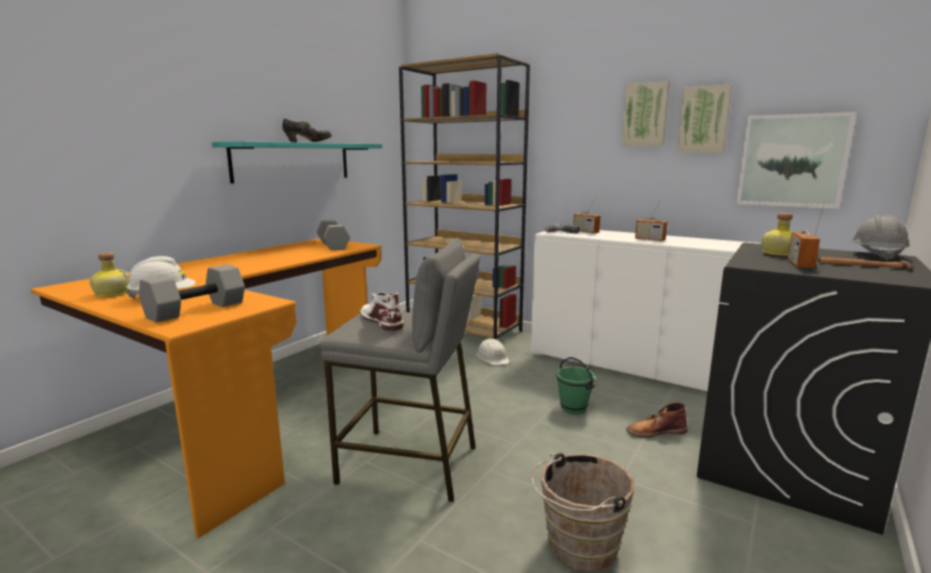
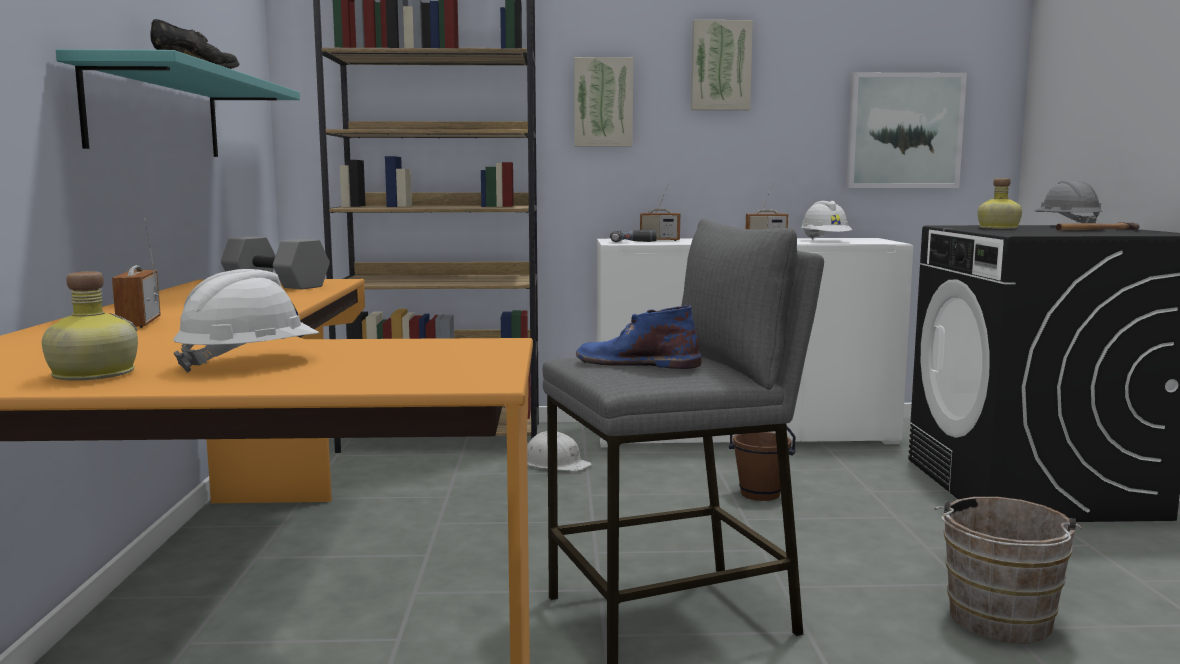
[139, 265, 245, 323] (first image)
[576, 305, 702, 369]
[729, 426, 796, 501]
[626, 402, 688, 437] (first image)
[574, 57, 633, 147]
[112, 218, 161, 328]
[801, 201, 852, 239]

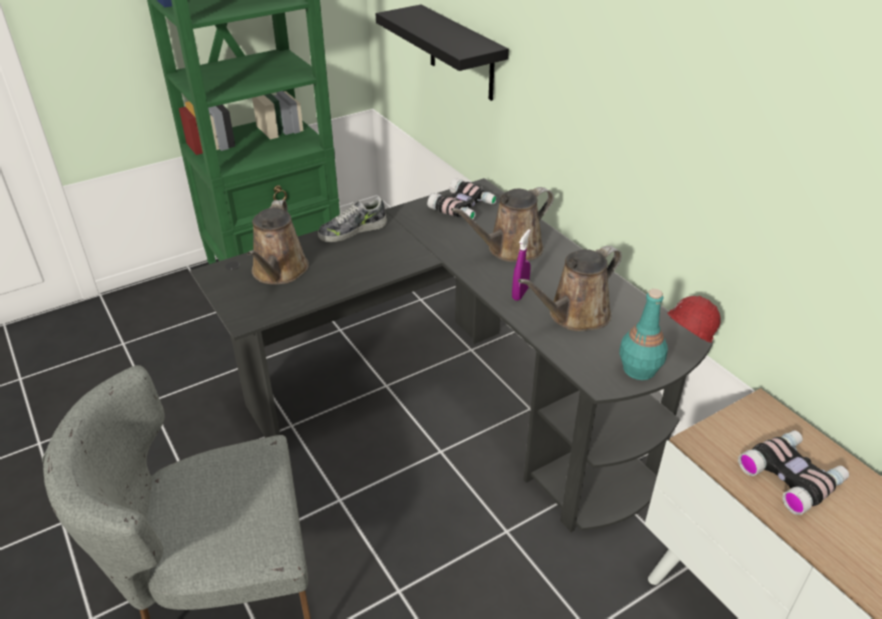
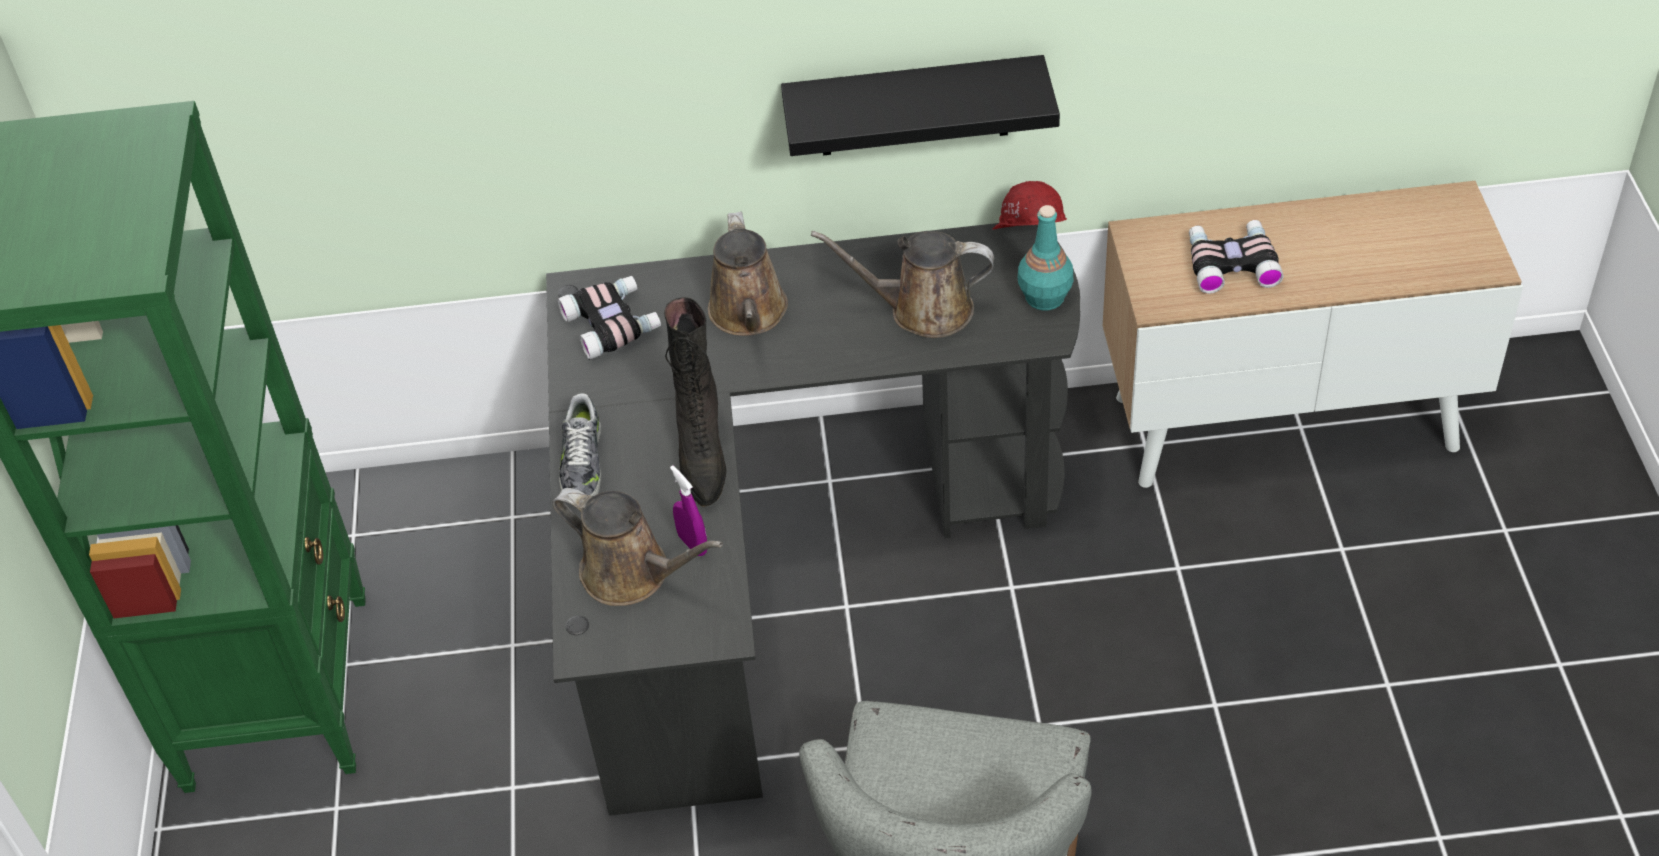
[781, 55, 1060, 156]
[670, 465, 707, 556]
[811, 231, 994, 338]
[664, 297, 727, 507]

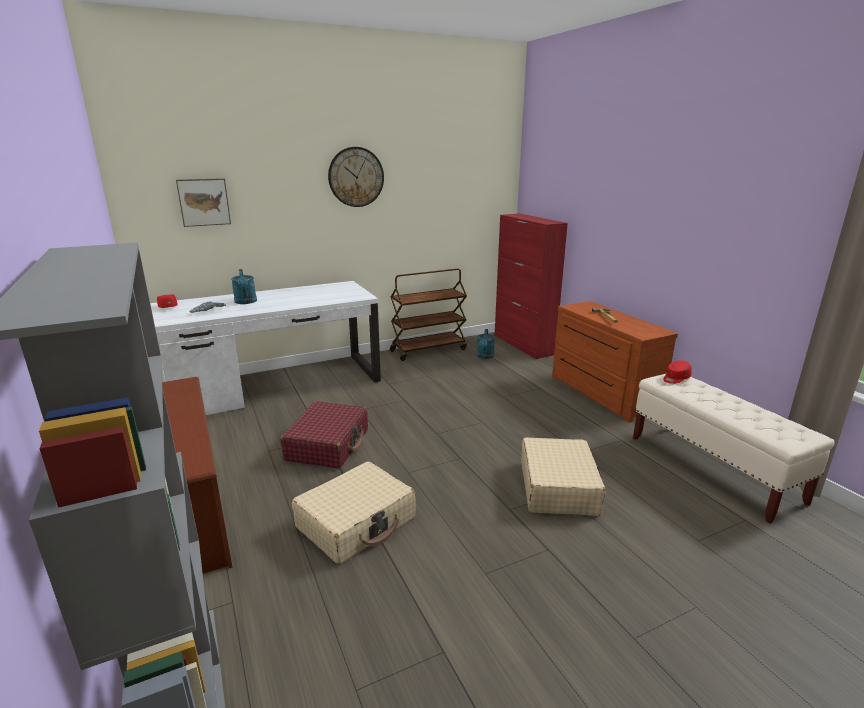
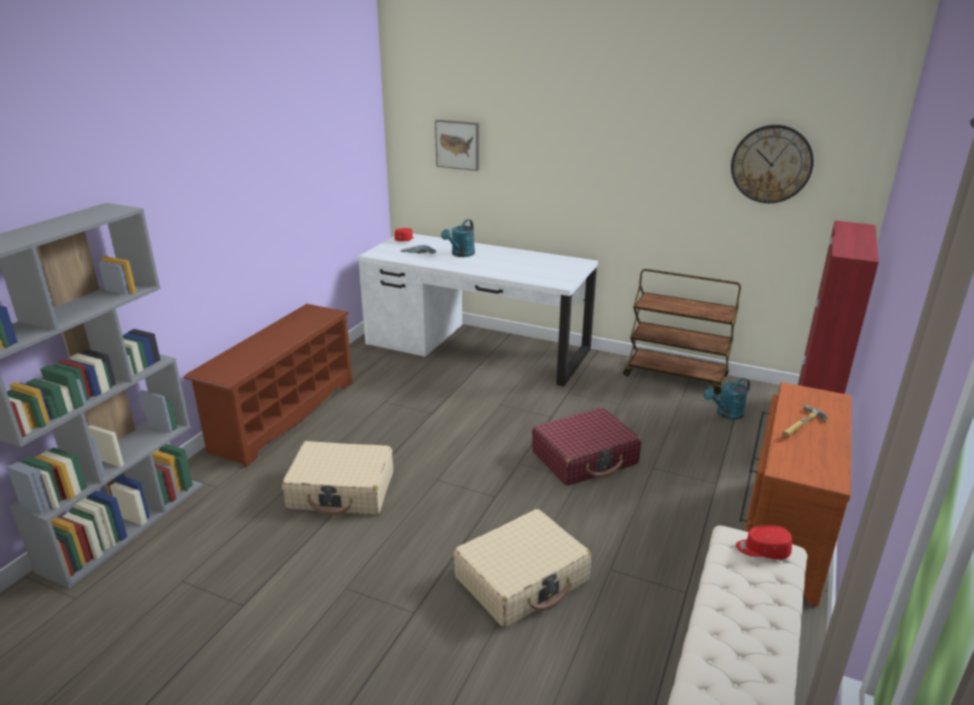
[532, 407, 641, 486]
[731, 125, 814, 203]

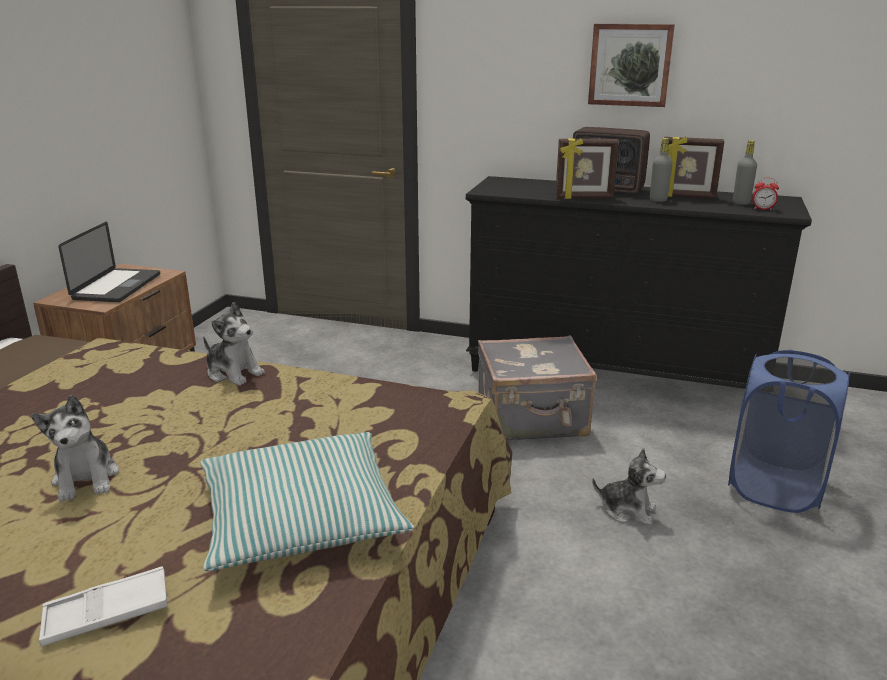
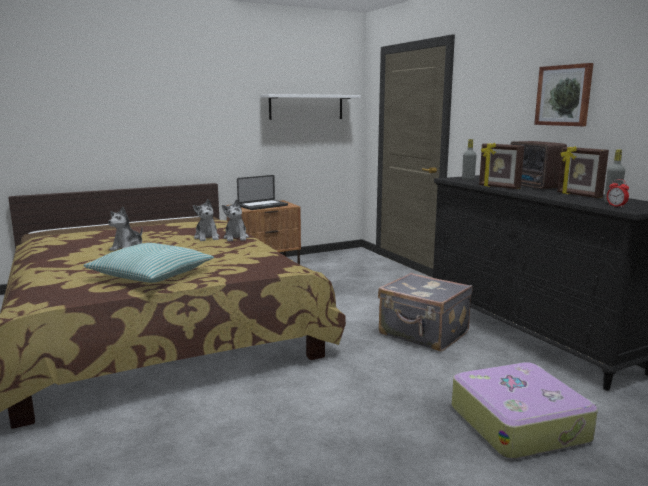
[39, 566, 168, 646] (first image)
[193, 199, 219, 241]
[462, 139, 477, 180]
[452, 362, 598, 459]
[260, 94, 361, 120]

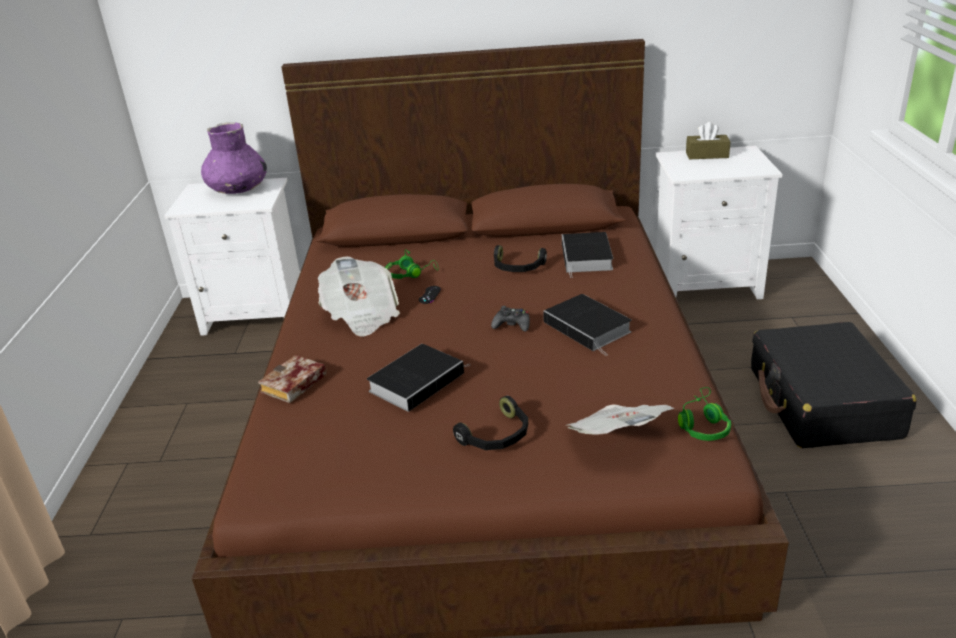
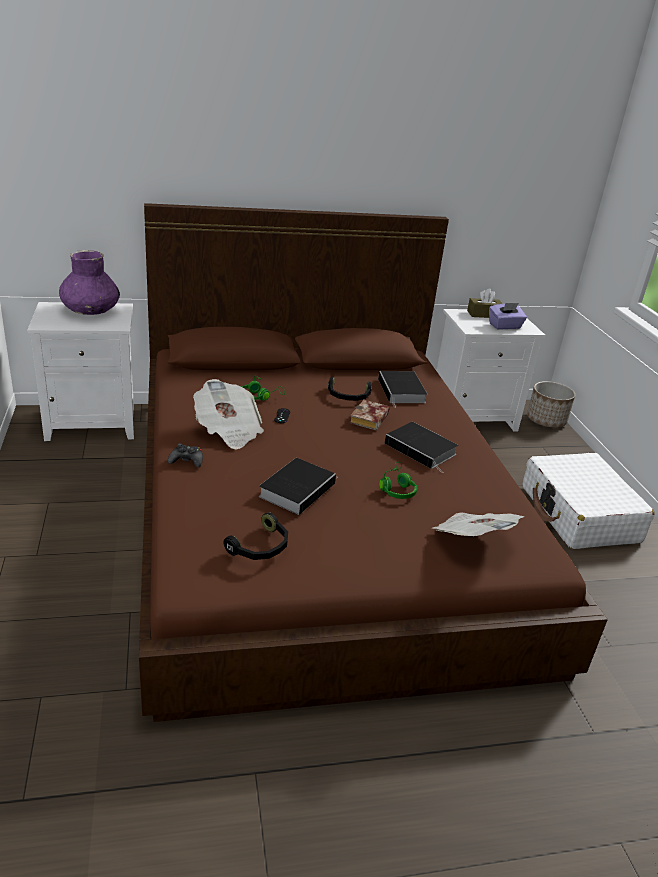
[350, 400, 390, 430]
[224, 512, 288, 560]
[168, 443, 203, 467]
[379, 462, 417, 499]
[522, 453, 655, 549]
[489, 303, 527, 330]
[527, 381, 575, 428]

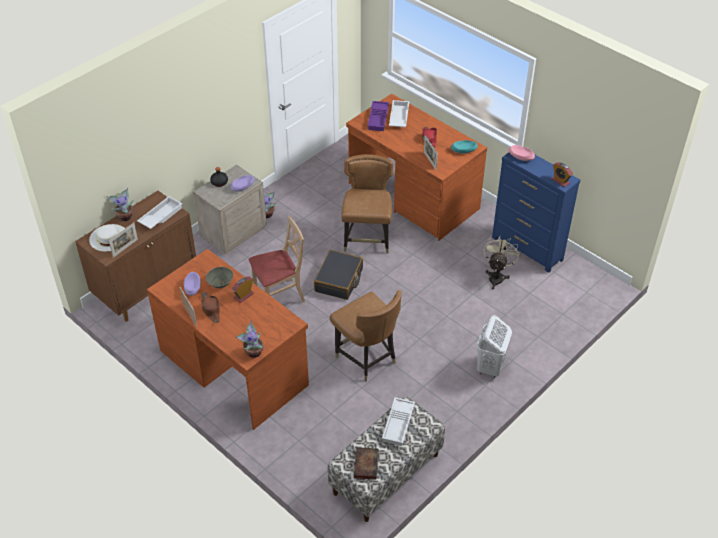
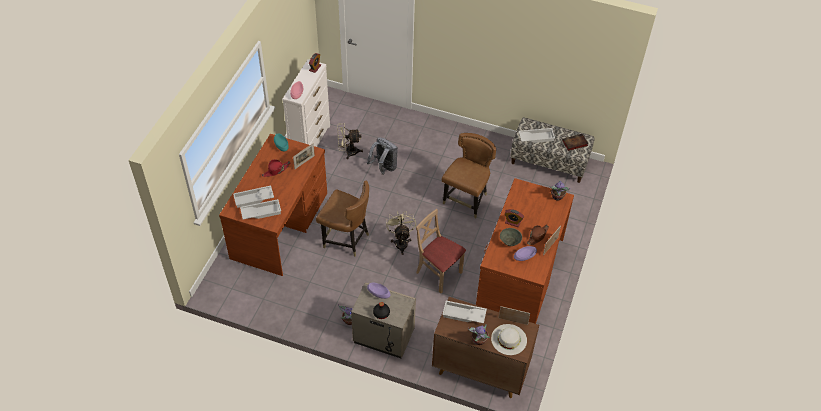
[386, 211, 416, 255]
[316, 181, 369, 256]
[240, 199, 281, 219]
[477, 315, 512, 378] (first image)
[282, 59, 330, 147]
[367, 137, 398, 175]

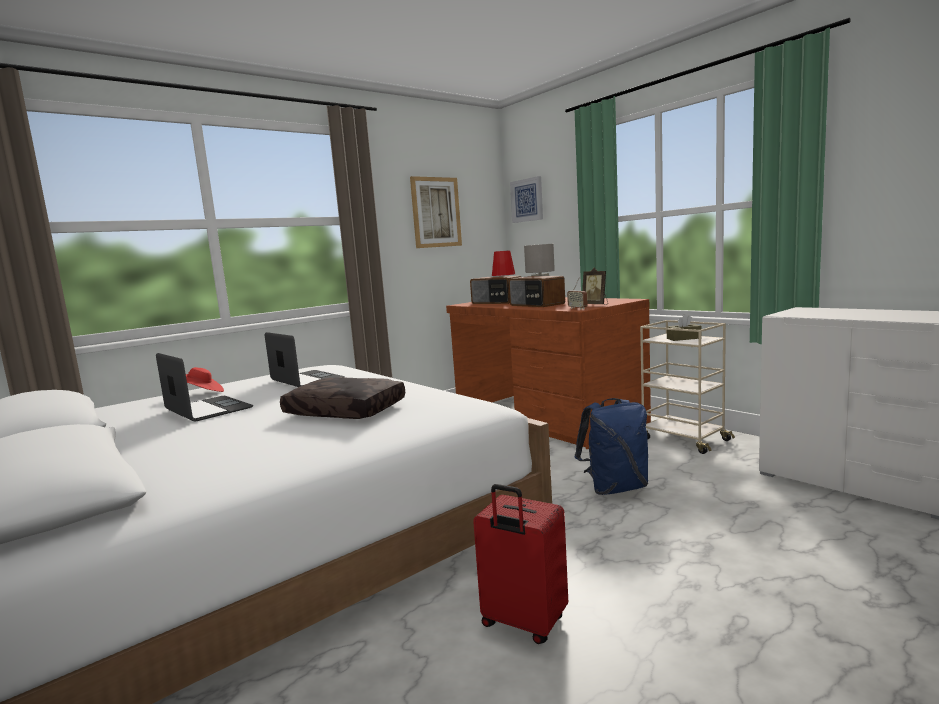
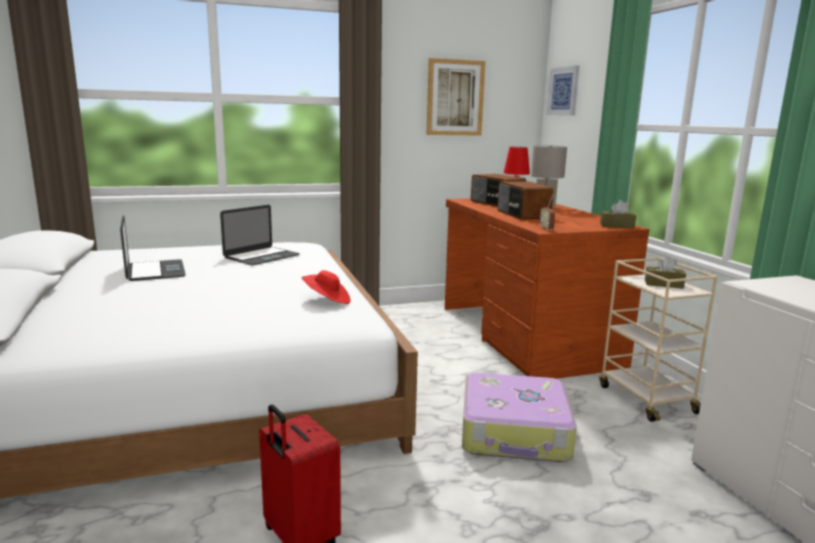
[302, 270, 351, 304]
[220, 205, 300, 265]
[280, 377, 405, 419] (first image)
[462, 373, 577, 462]
[582, 268, 608, 304] (first image)
[600, 200, 636, 229]

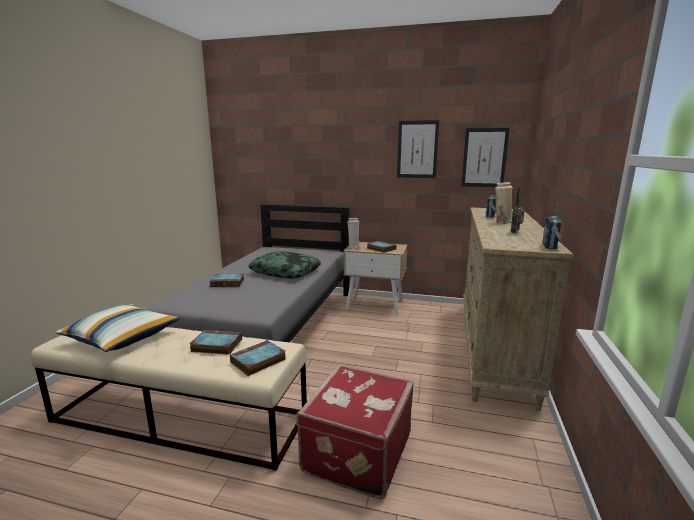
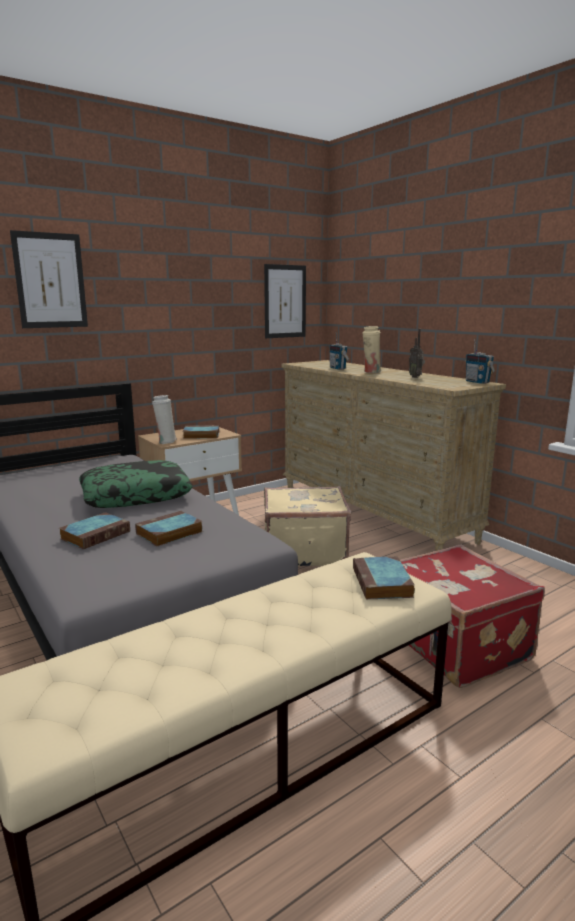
[55, 304, 181, 352] (first image)
[135, 511, 203, 547]
[10, 230, 88, 328]
[264, 486, 351, 566]

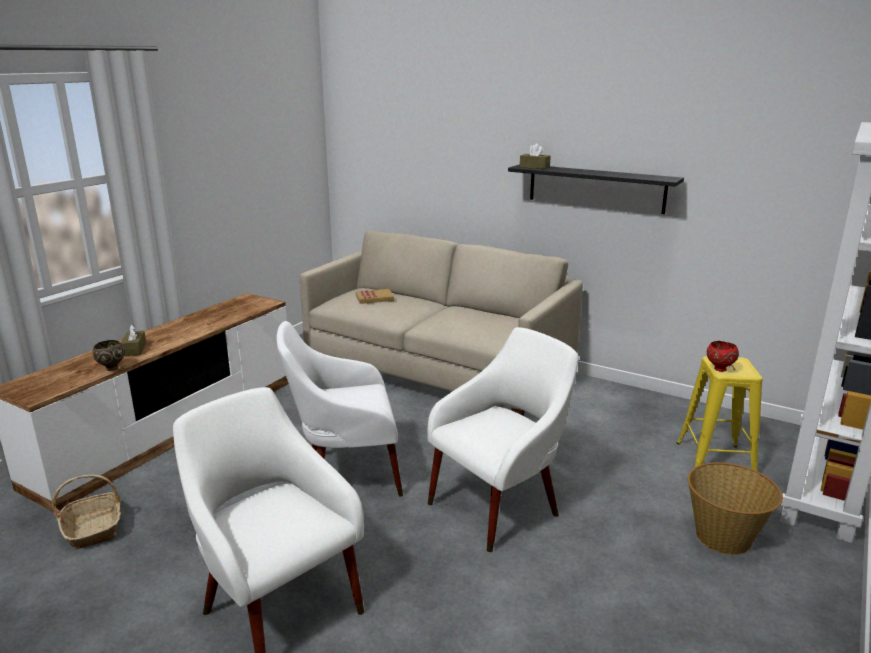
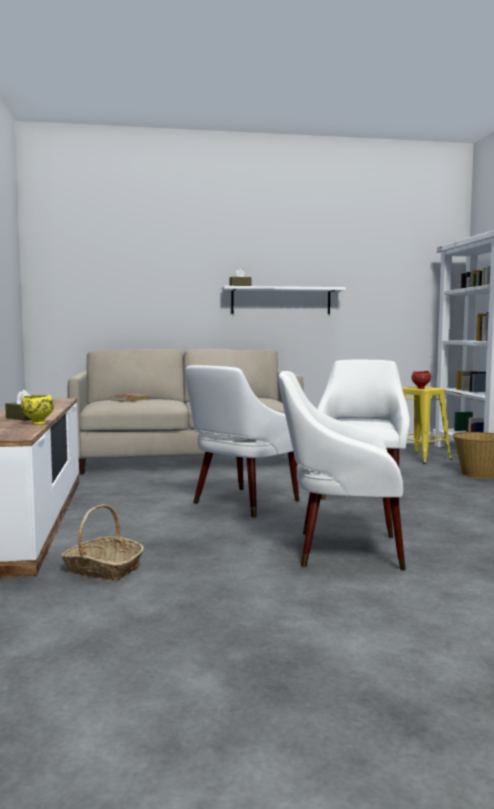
[21, 395, 54, 425]
[222, 286, 346, 314]

